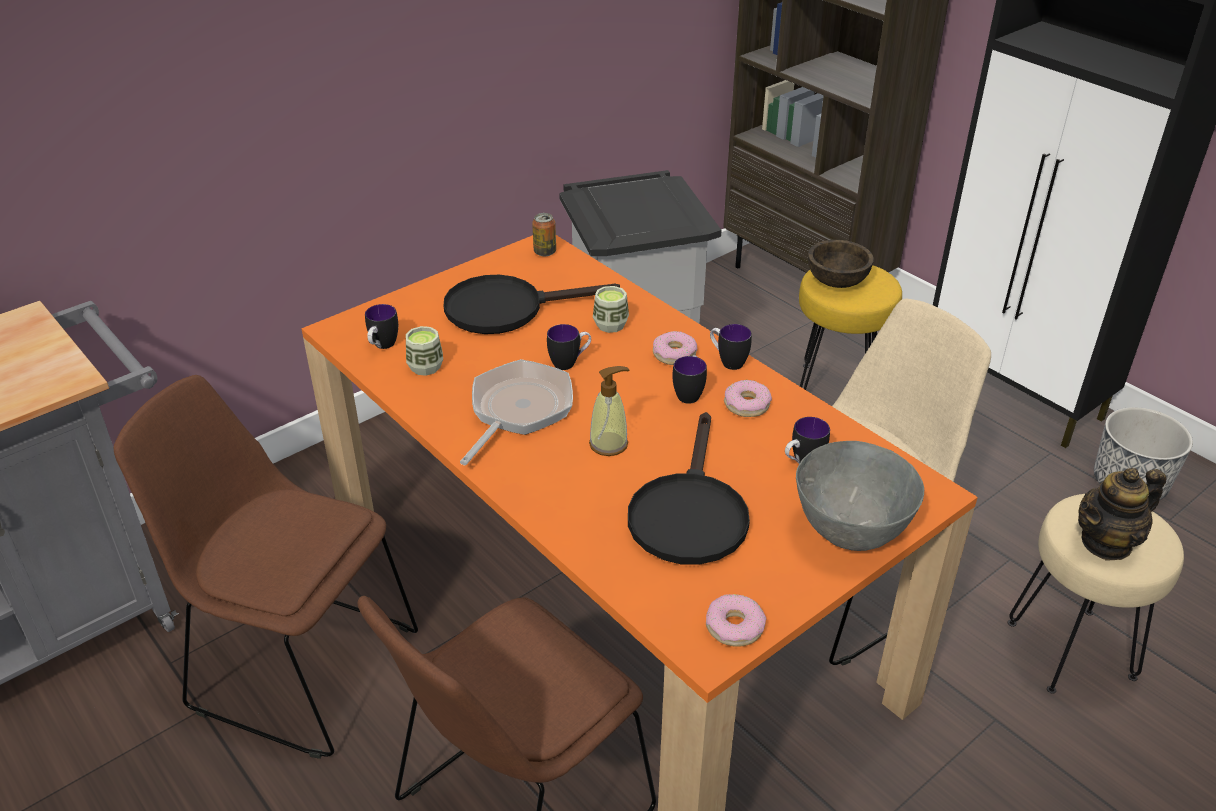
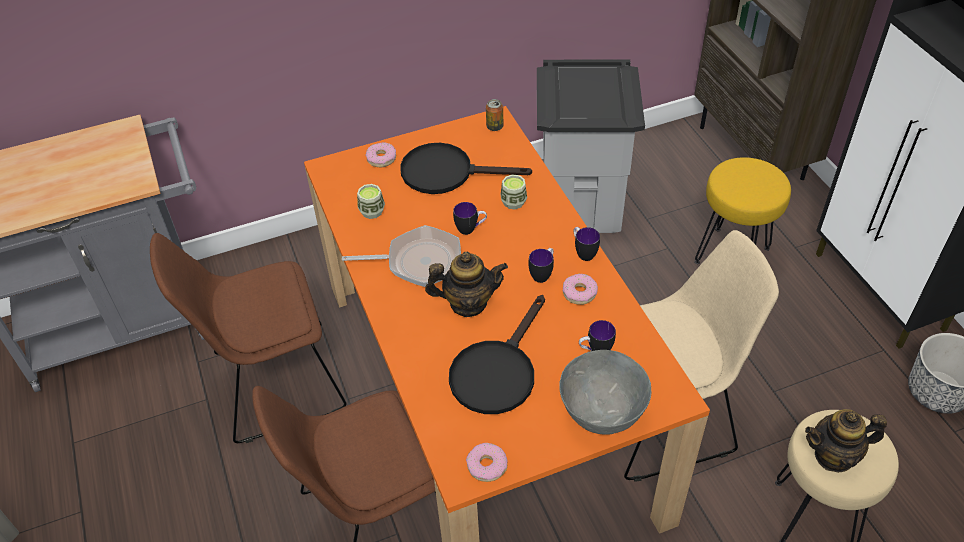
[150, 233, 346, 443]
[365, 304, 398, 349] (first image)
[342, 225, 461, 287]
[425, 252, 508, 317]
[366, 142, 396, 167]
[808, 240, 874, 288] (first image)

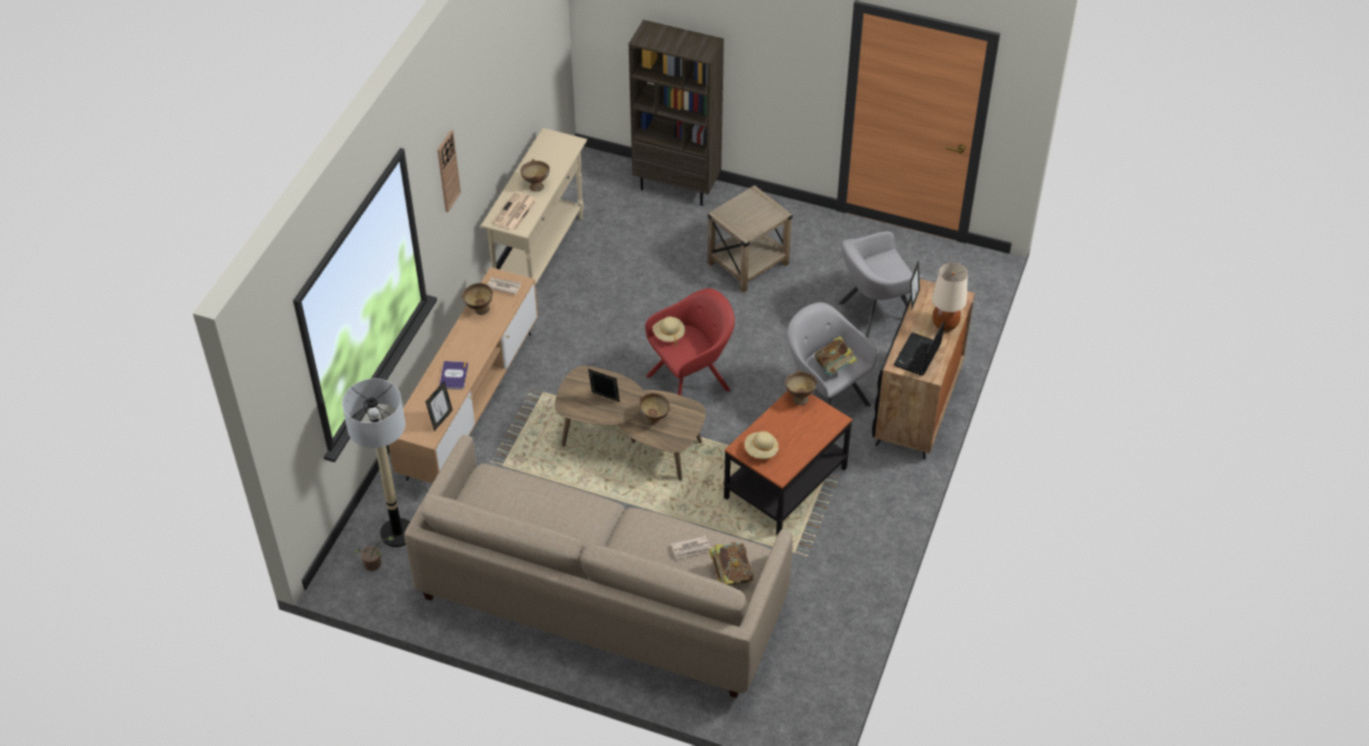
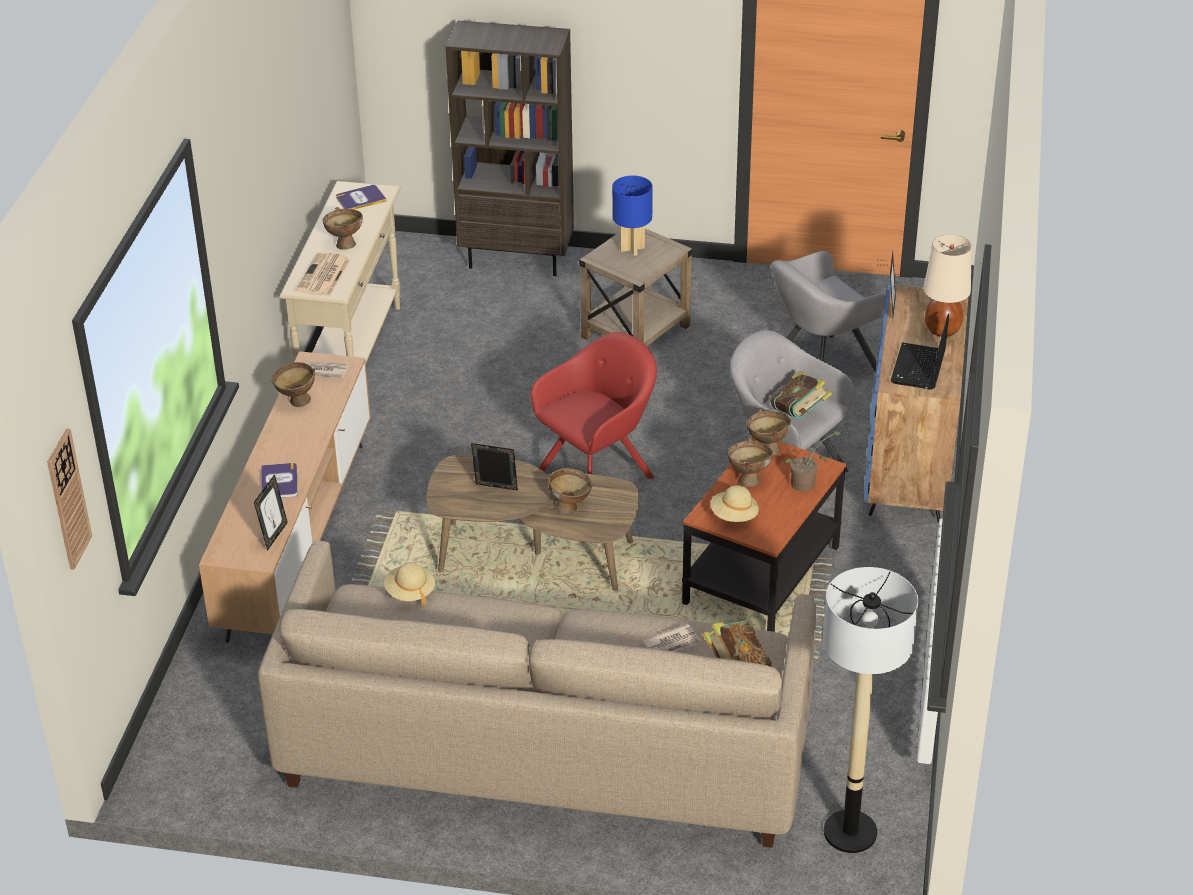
[823, 567, 918, 853]
[785, 431, 843, 491]
[47, 428, 92, 570]
[384, 562, 435, 606]
[864, 284, 968, 523]
[336, 185, 387, 210]
[612, 175, 653, 256]
[728, 438, 773, 487]

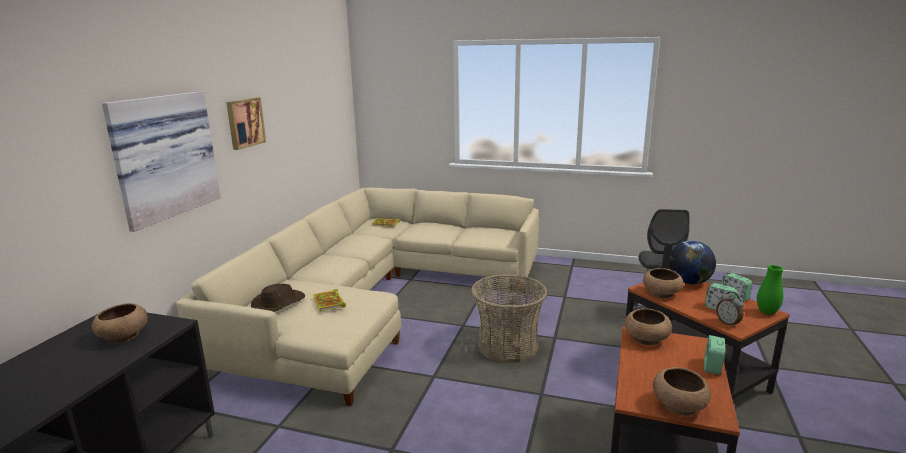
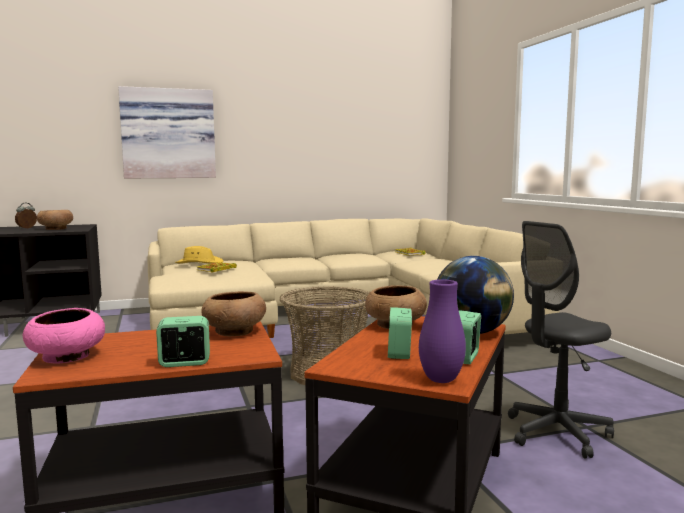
[226, 98, 266, 150] (first image)
[175, 246, 223, 263]
[23, 308, 105, 364]
[15, 203, 37, 229]
[419, 279, 466, 383]

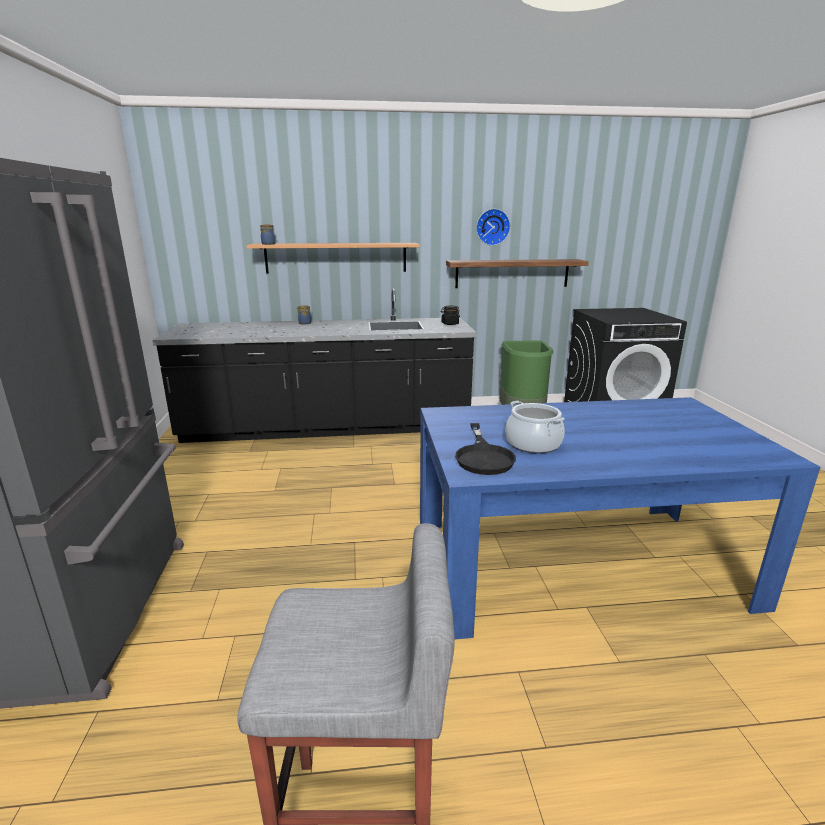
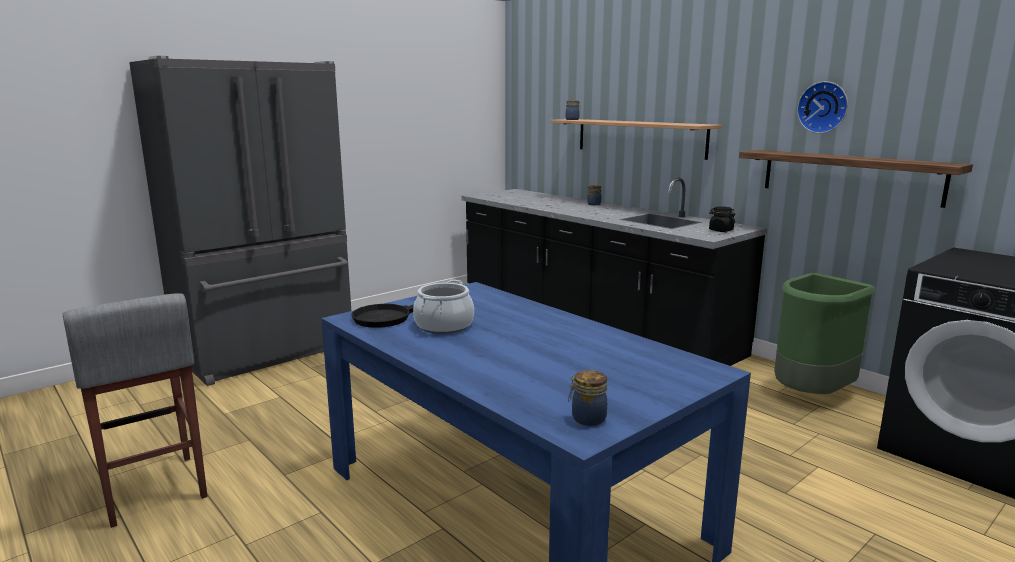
[568, 370, 607, 426]

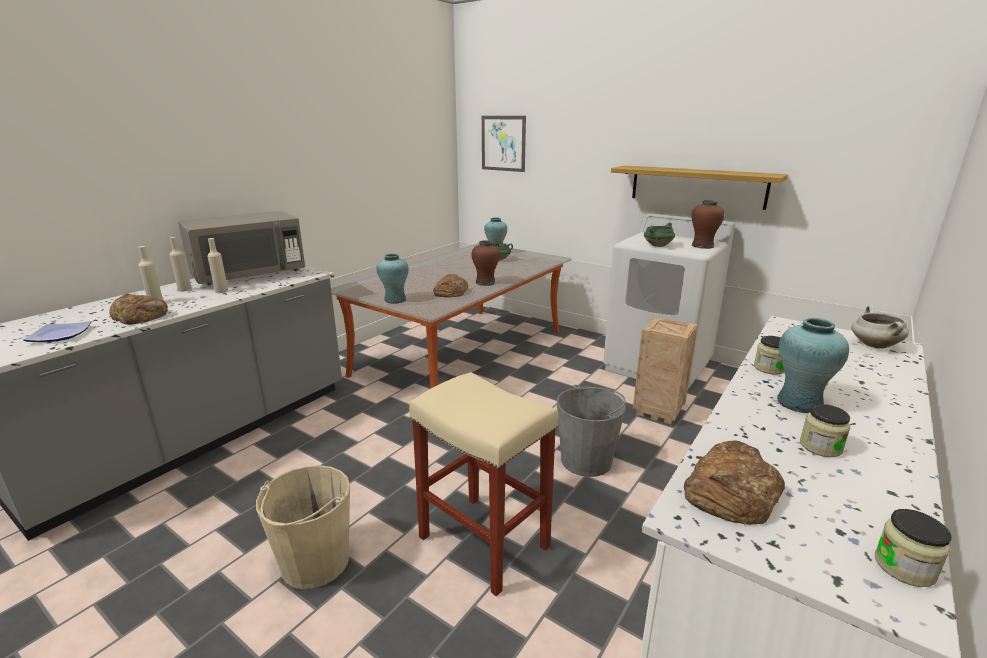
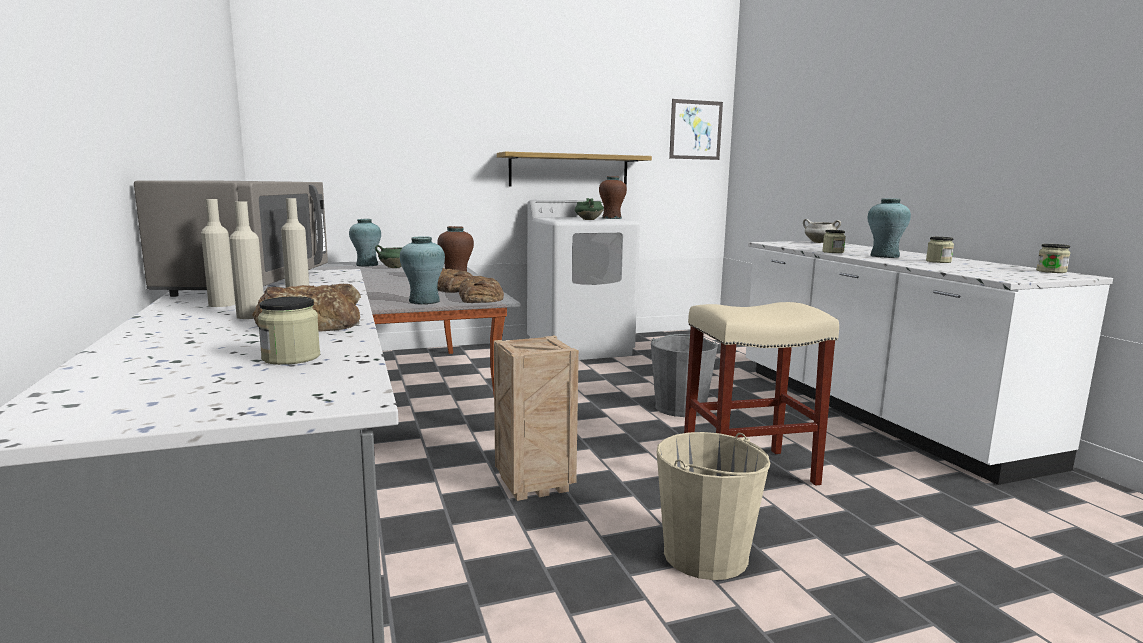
[258, 296, 320, 365]
[669, 99, 723, 160]
[494, 335, 579, 501]
[459, 276, 504, 303]

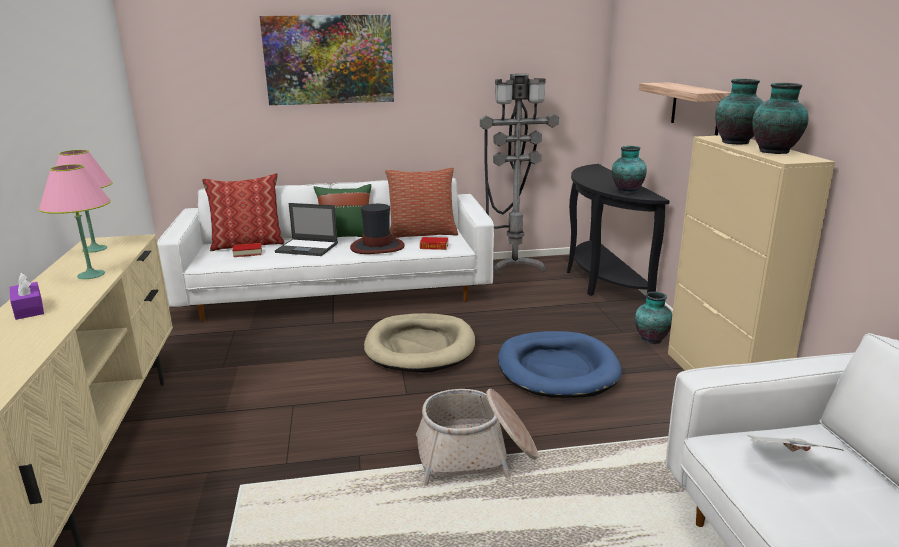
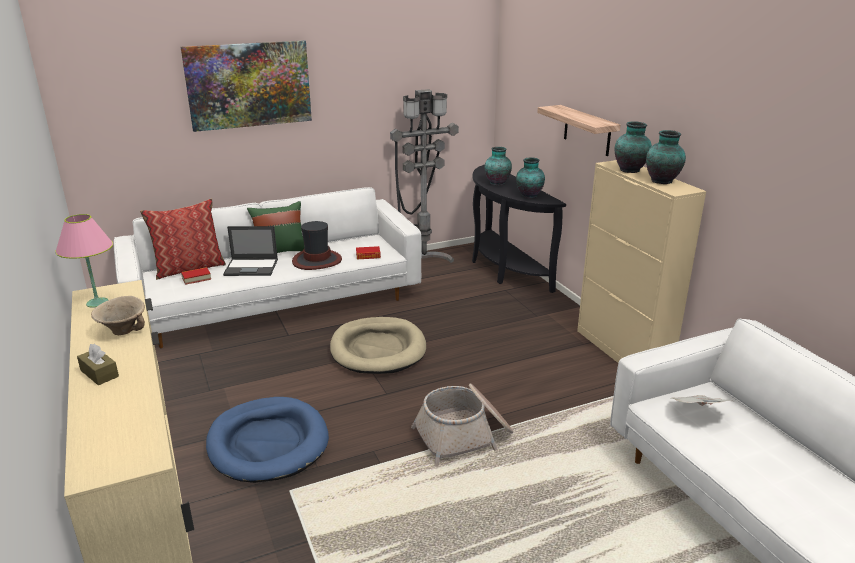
[77, 344, 119, 385]
[91, 296, 145, 335]
[385, 168, 458, 238] (first image)
[206, 397, 329, 483]
[485, 147, 512, 186]

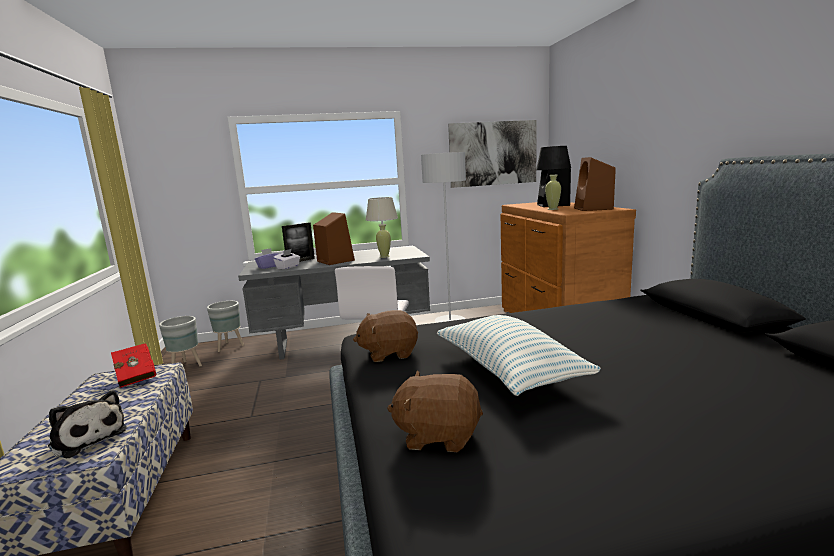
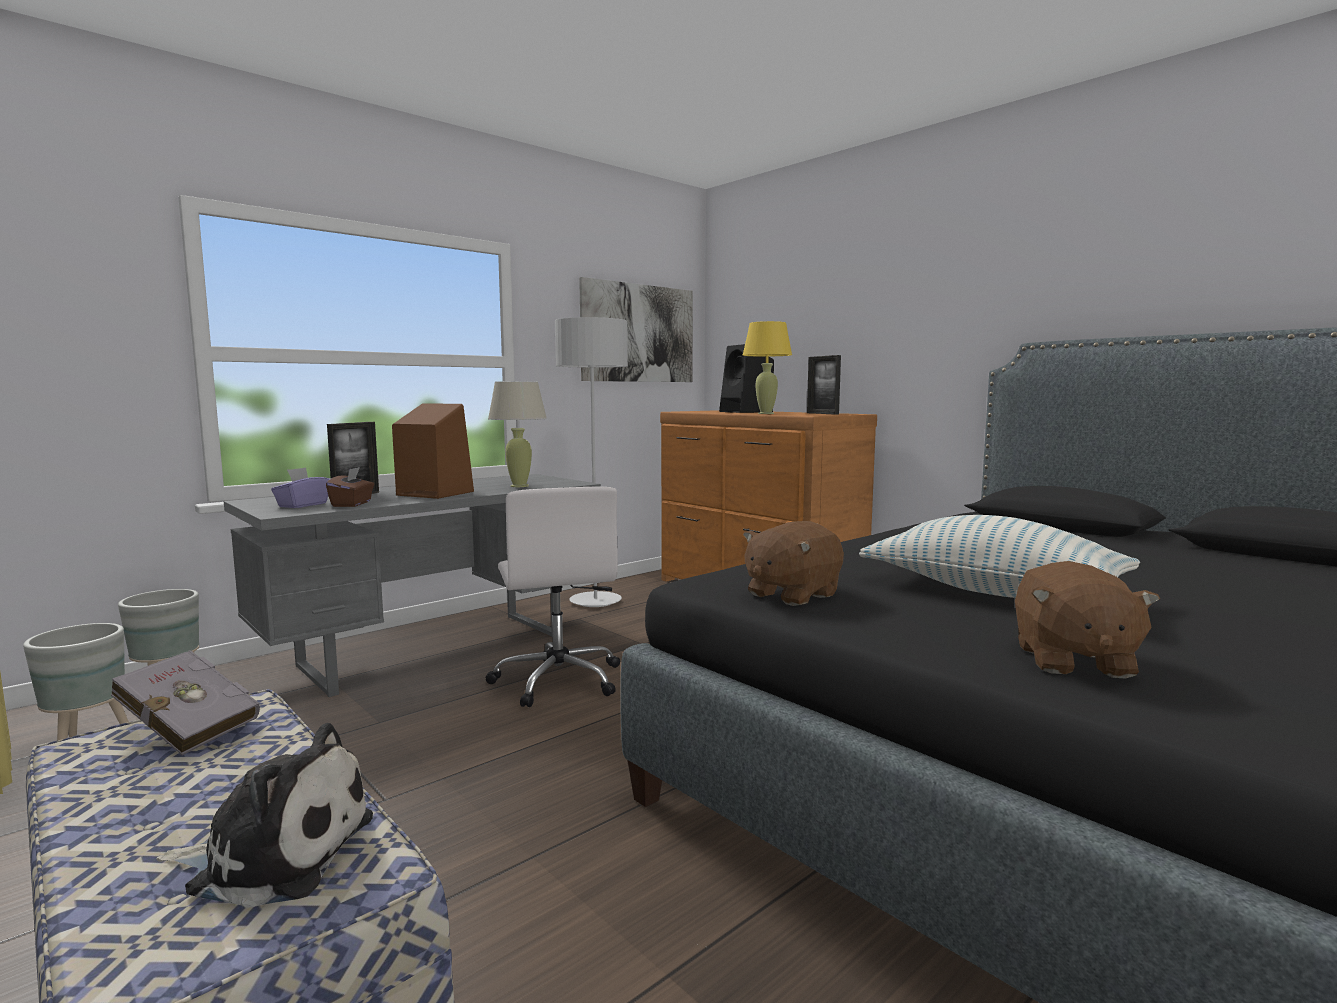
[111, 650, 260, 755]
[326, 467, 374, 507]
[1015, 561, 1160, 679]
[743, 321, 792, 414]
[807, 355, 841, 415]

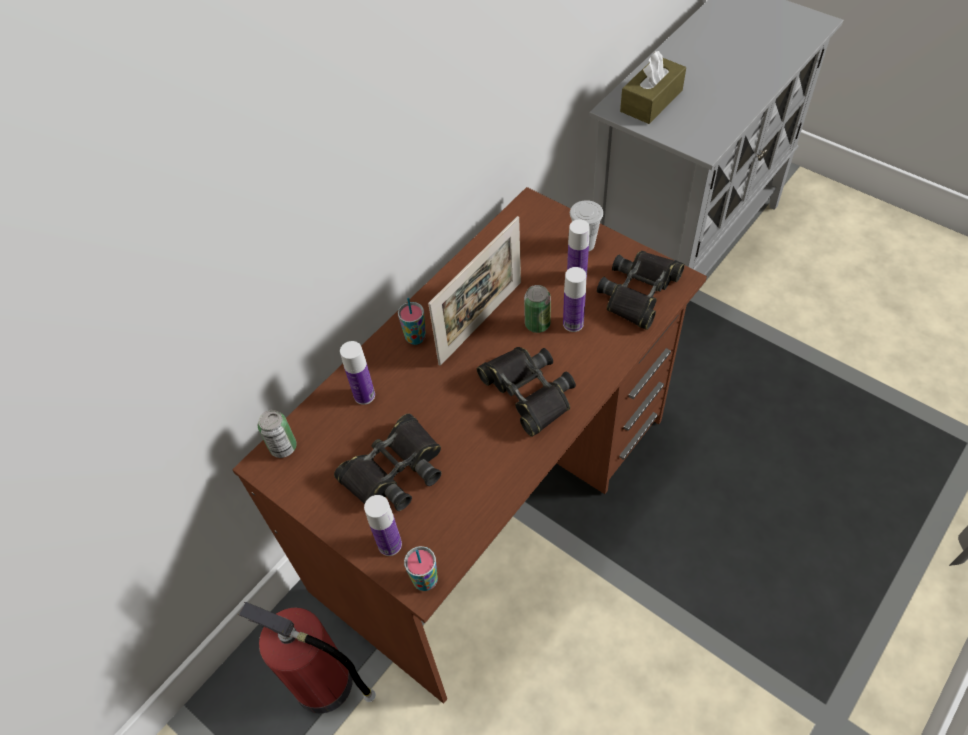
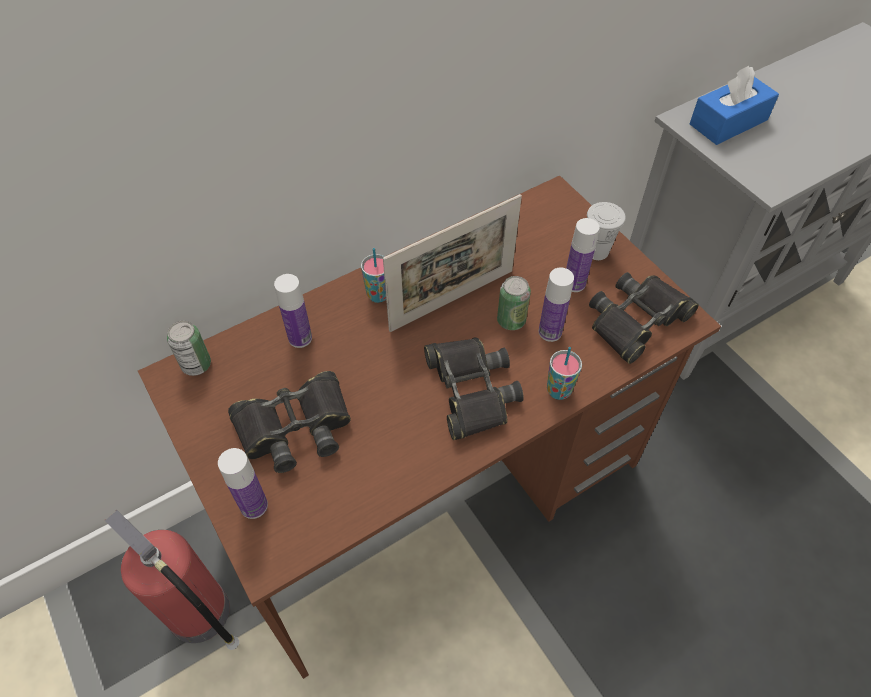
[547, 347, 582, 400]
[690, 65, 779, 145]

